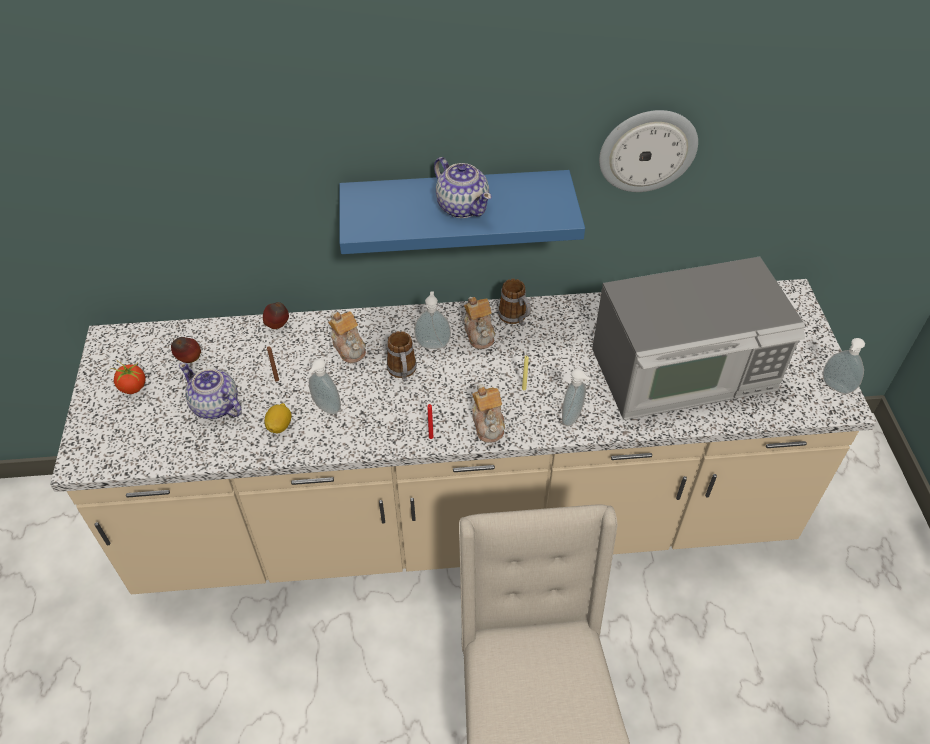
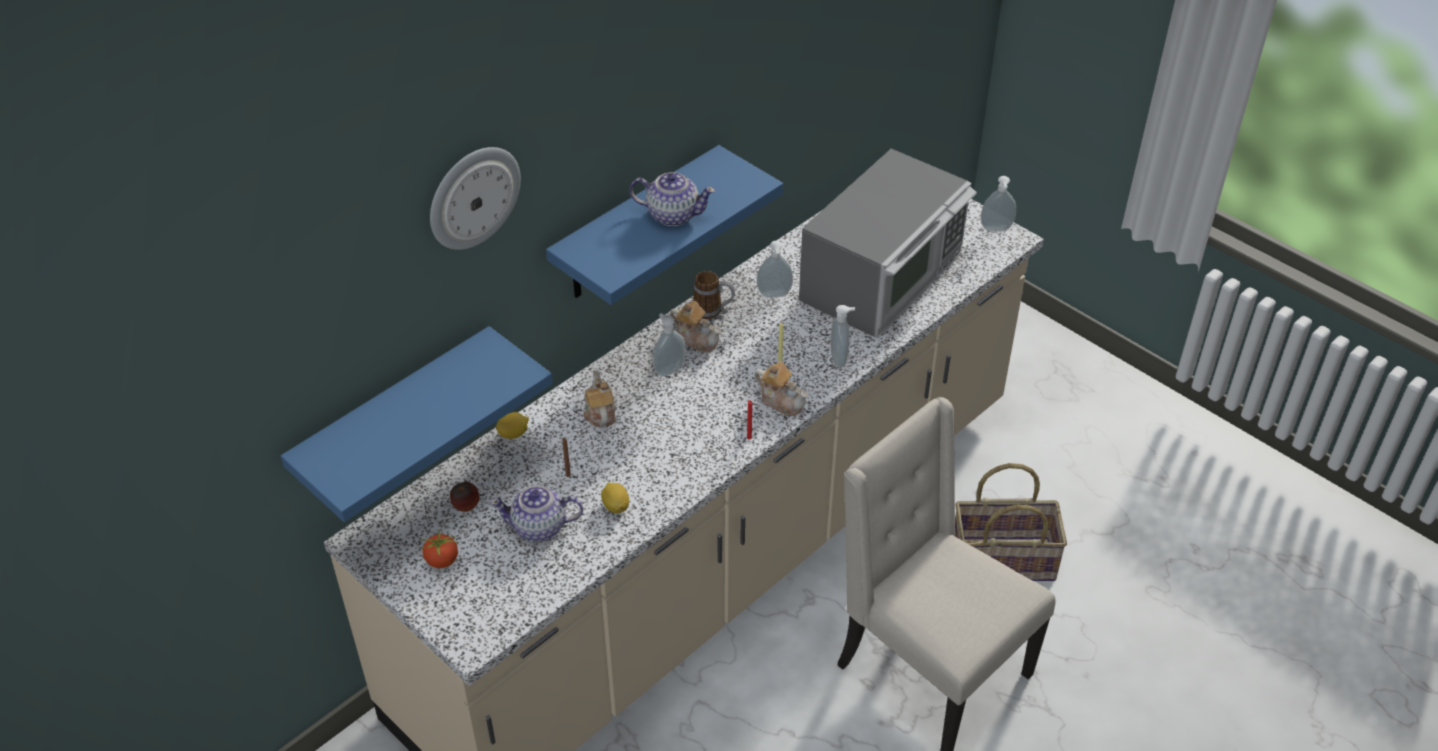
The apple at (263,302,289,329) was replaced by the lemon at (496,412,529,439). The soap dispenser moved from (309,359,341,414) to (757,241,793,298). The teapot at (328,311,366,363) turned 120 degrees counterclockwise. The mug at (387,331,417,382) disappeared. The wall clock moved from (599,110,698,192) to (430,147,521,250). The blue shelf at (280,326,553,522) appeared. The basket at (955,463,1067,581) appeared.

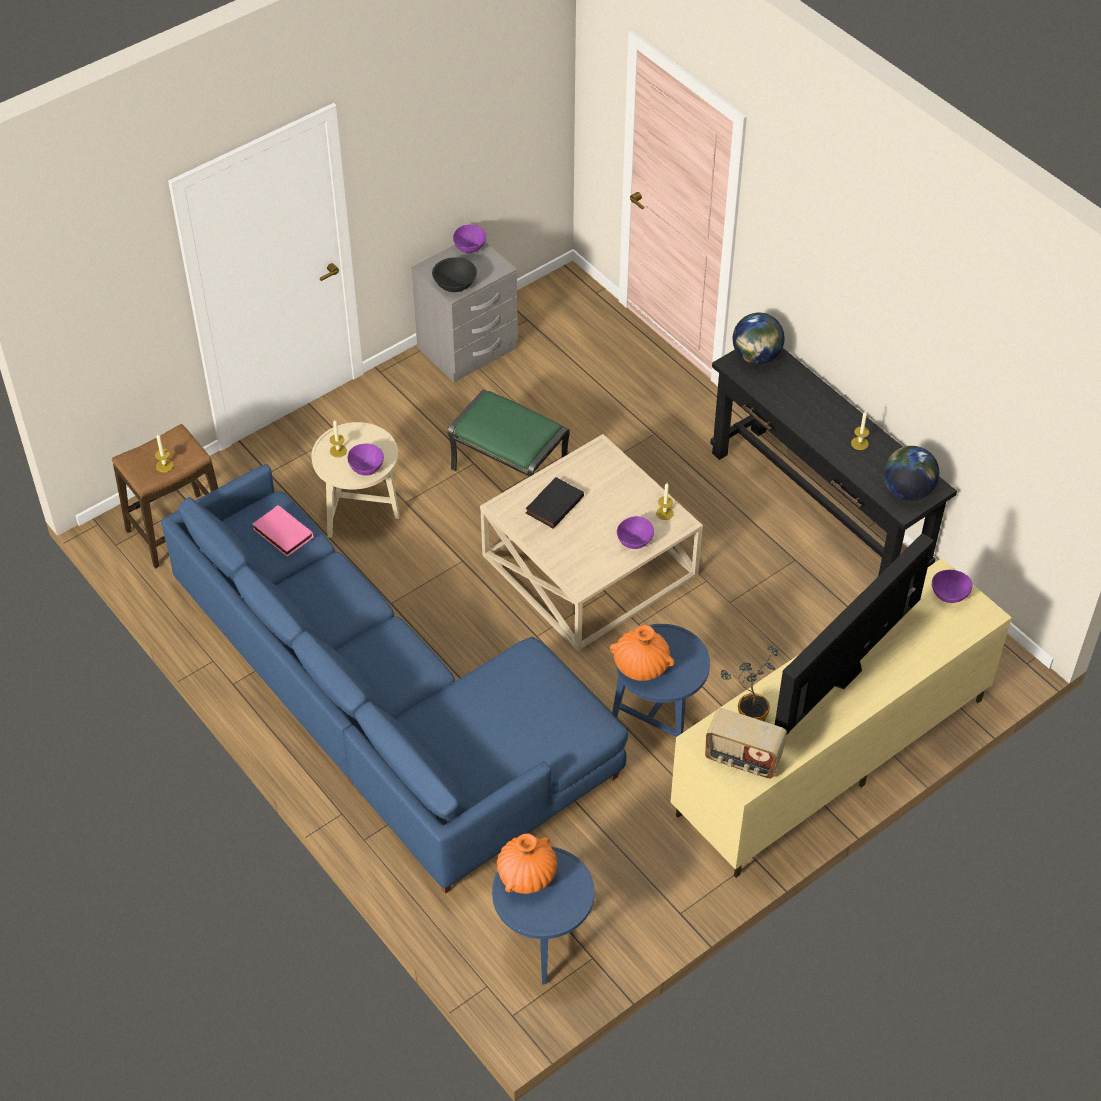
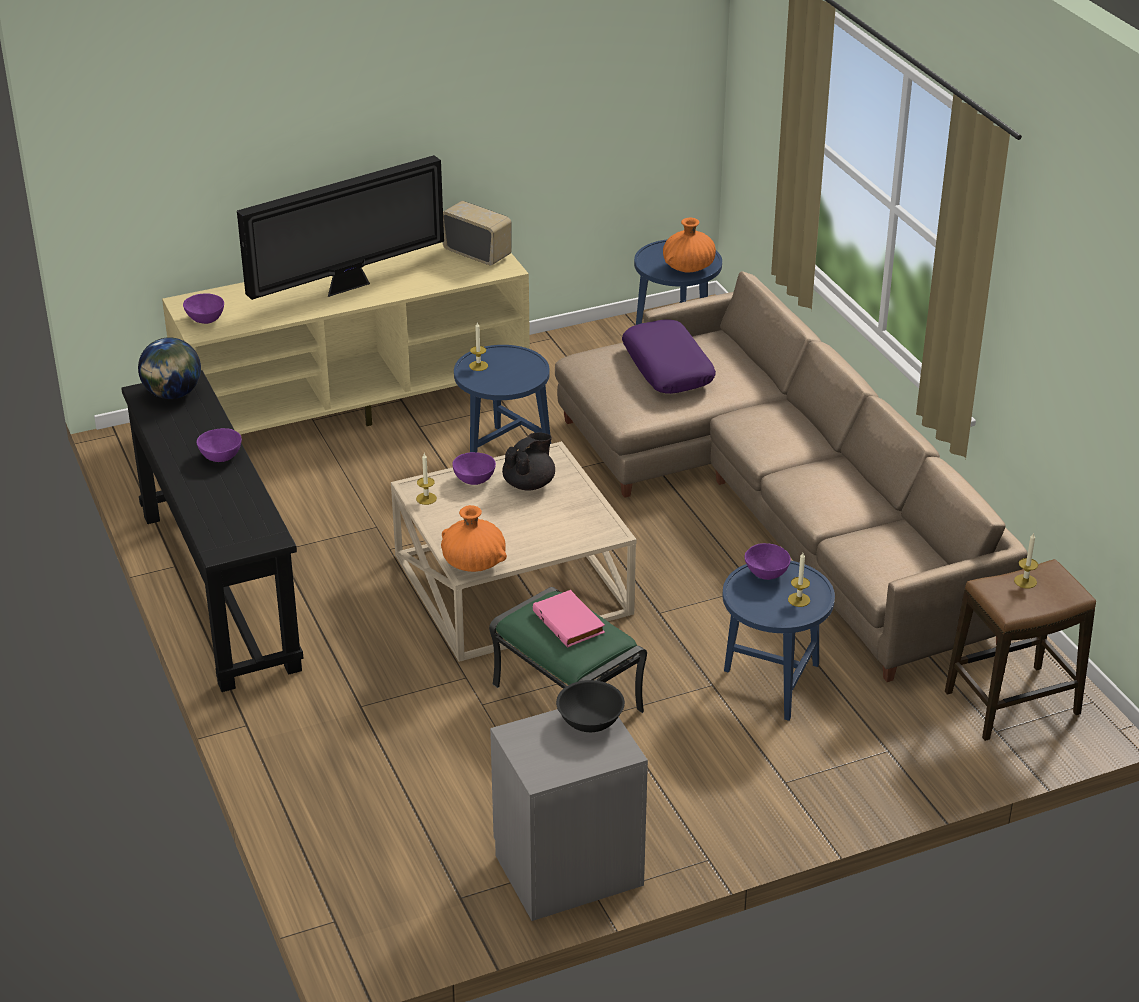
The blue sofa at (161,464,628,894) became the beige sofa at (555,271,1028,682). The pink book moved from (253,505,314,557) to (533,590,605,647). The beige side table at (311,422,400,538) became the blue side table at (723,561,835,721). The purple bowl moved from (453,224,486,253) to (197,428,242,462). The black book at (526,477,584,528) disappeared. The orange vase moved from (610,625,674,681) to (441,505,507,572). The potted plant at (721,646,778,722) disappeared. The globe at (733,313,785,365) disappeared. The candle moved from (851,411,869,450) to (469,322,488,371). The black teapot at (502,433,555,491) appeared. The purple pillow at (622,319,716,394) appeared.

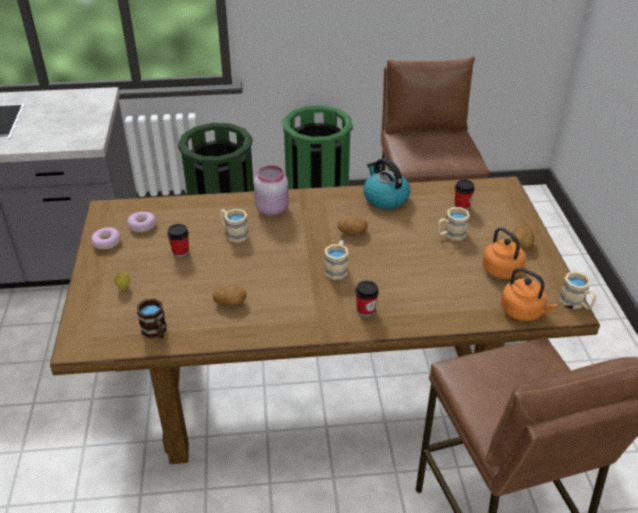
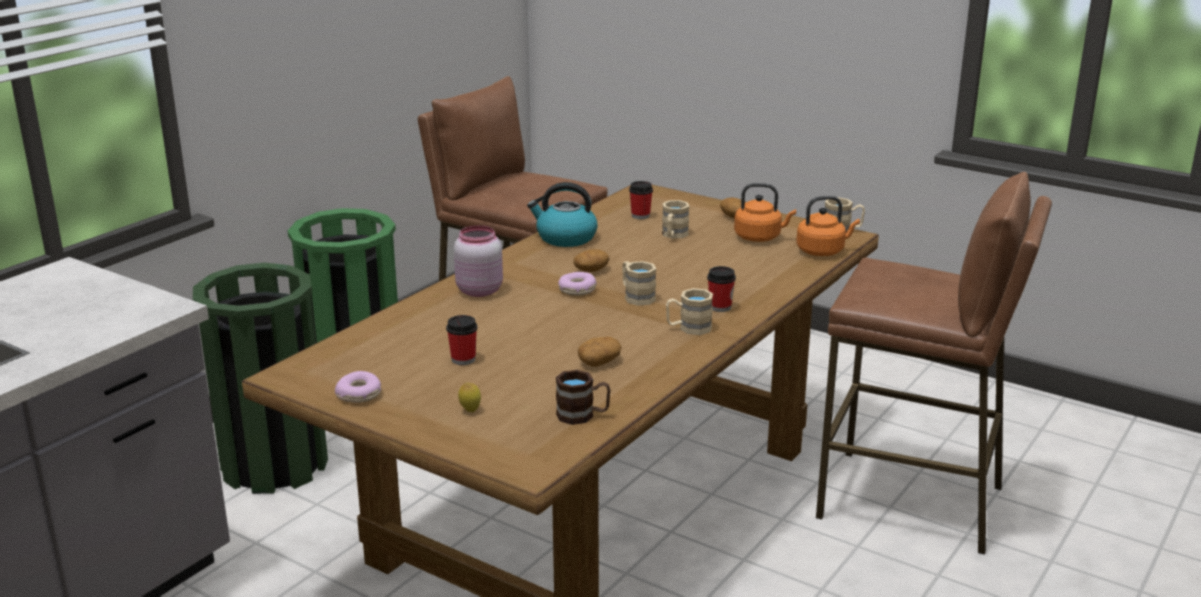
The donut moved from (127,212,156,232) to (558,272,597,296). The beige mug moved from (220,209,249,243) to (666,288,713,335).

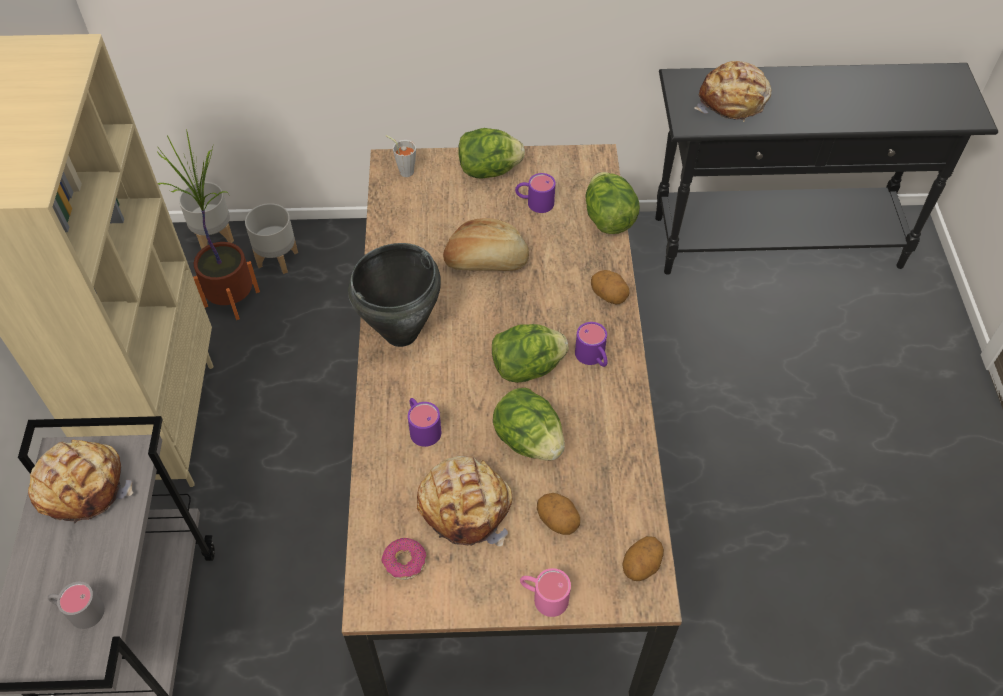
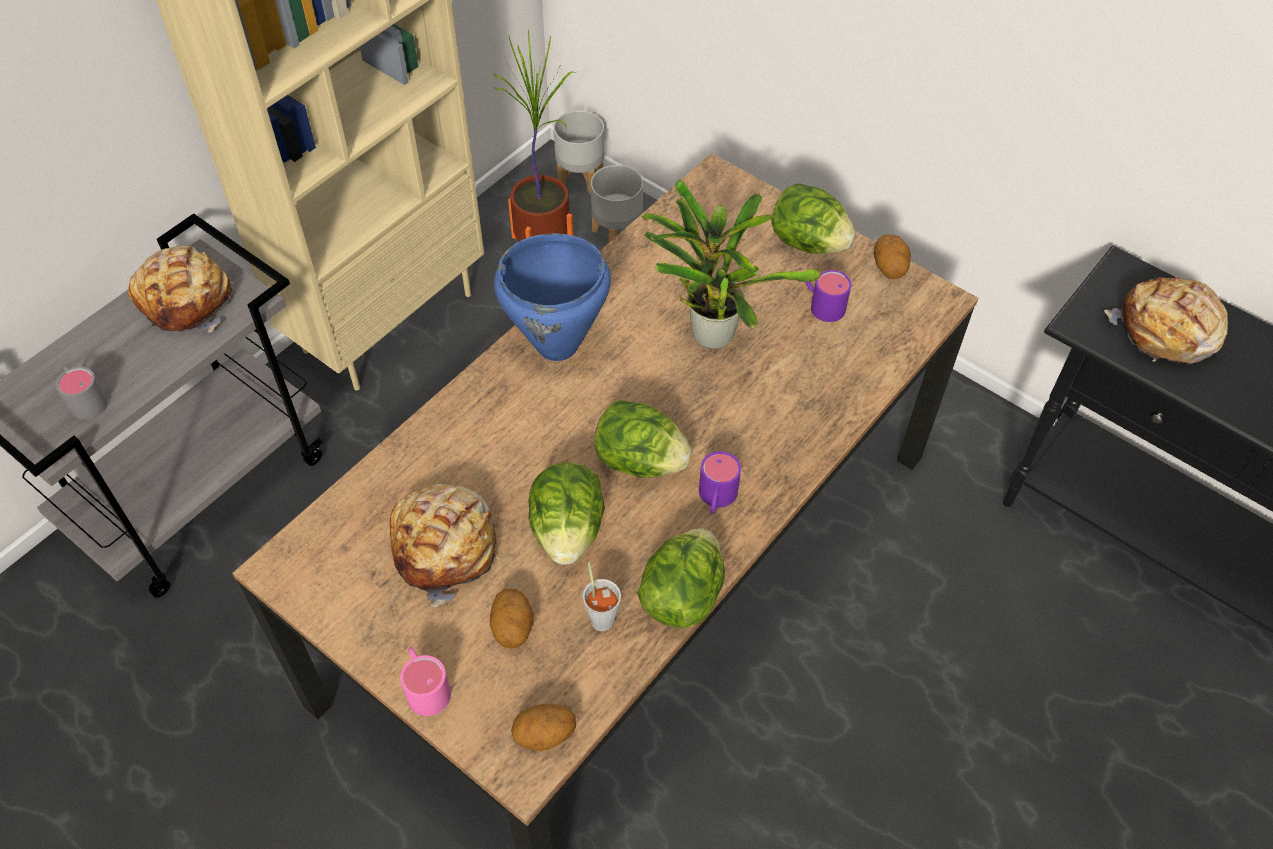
The black cooking pot at (348,243,441,347) became the blue cooking pot at (494,233,611,361). The donut at (381,538,427,580) disappeared. The grey cup moved from (386,135,416,177) to (582,562,621,631). The purple mug at (408,398,441,447) disappeared. The bread at (443,218,529,271) was replaced by the potted plant at (642,180,821,349). The lettuce moved from (585,172,640,234) to (637,528,725,629). The potato moved from (591,270,629,304) to (874,235,911,279).

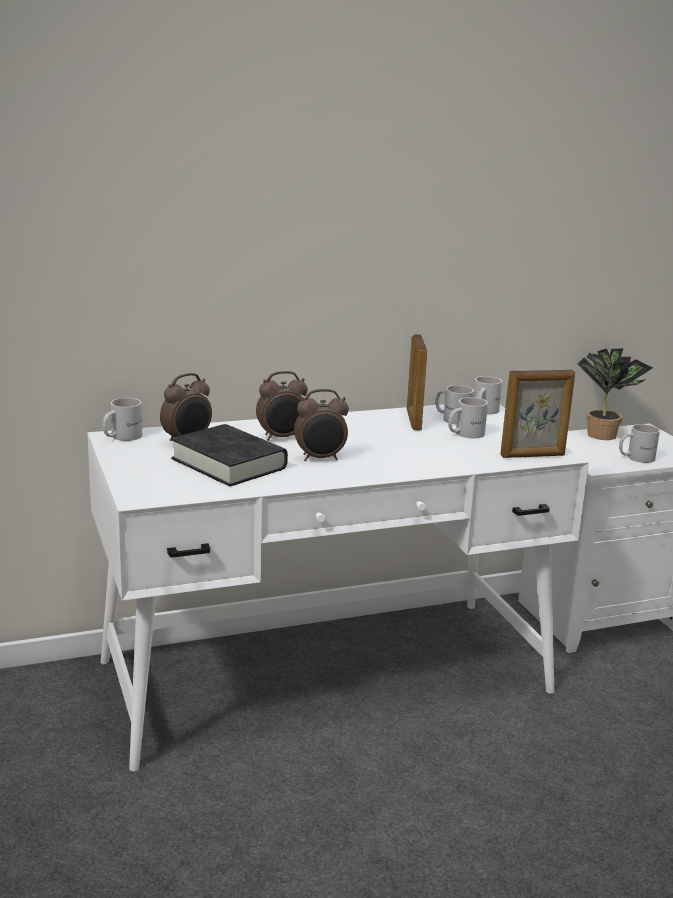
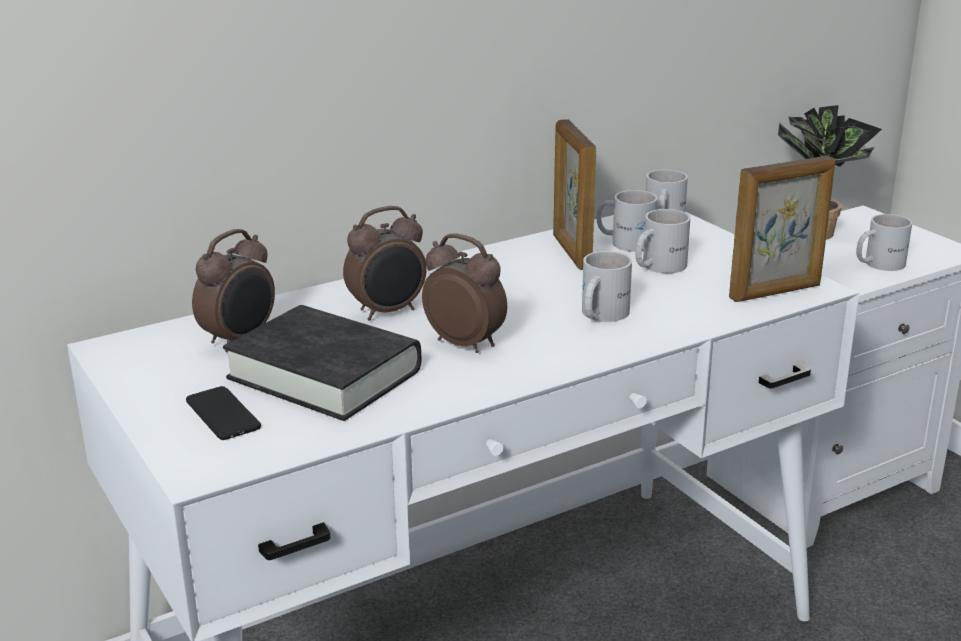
The white mug moved from (103,398,142,441) to (582,251,632,322). The alarm clock at (294,389,349,461) turned 120 degrees counterclockwise. The phone at (186,386,261,440) appeared.

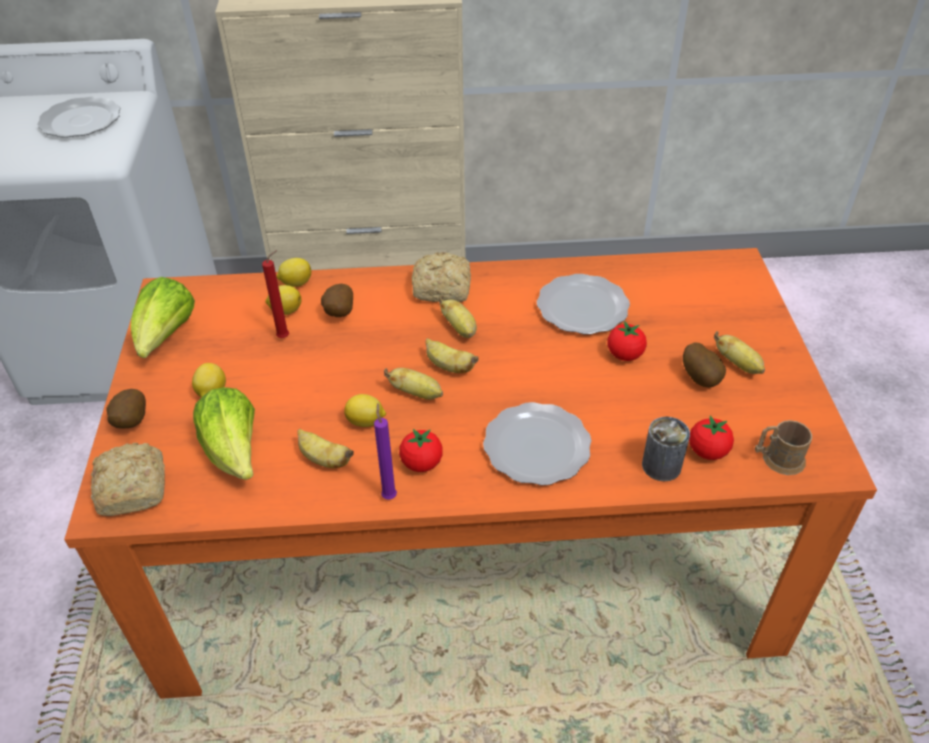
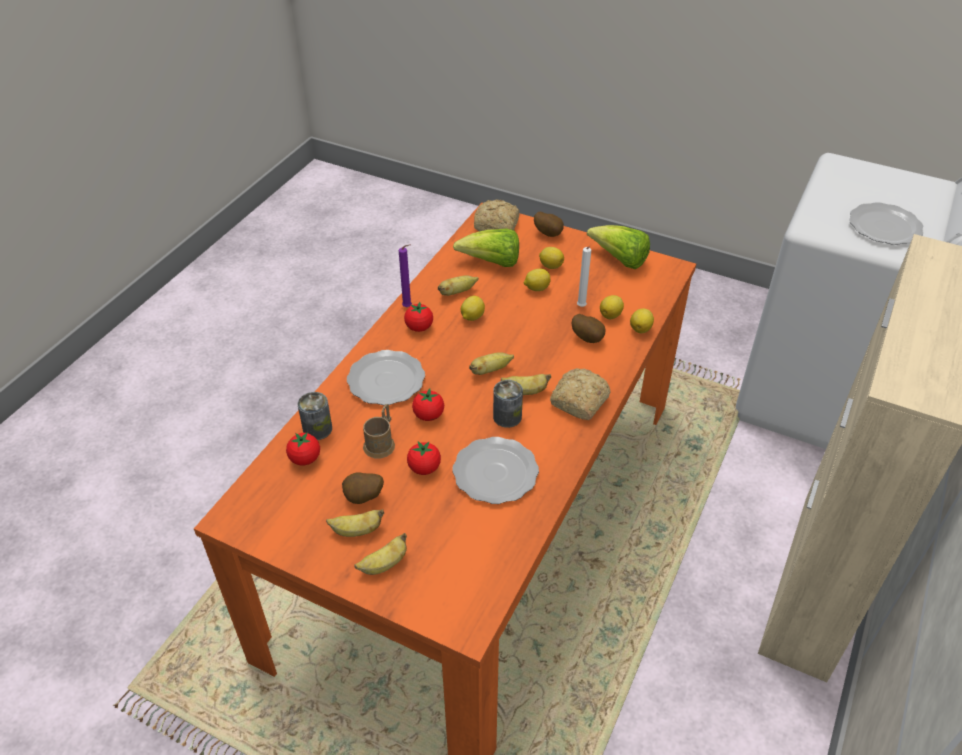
The red candle at (262,250,289,338) became the white candle at (577,247,591,307). The banana moved from (384,368,443,400) to (354,533,407,575). The brown mug moved from (755,420,812,475) to (363,404,395,458). The tomato at (412,388,444,421) appeared. The can at (493,380,523,428) appeared. The lemon at (524,269,550,291) appeared.

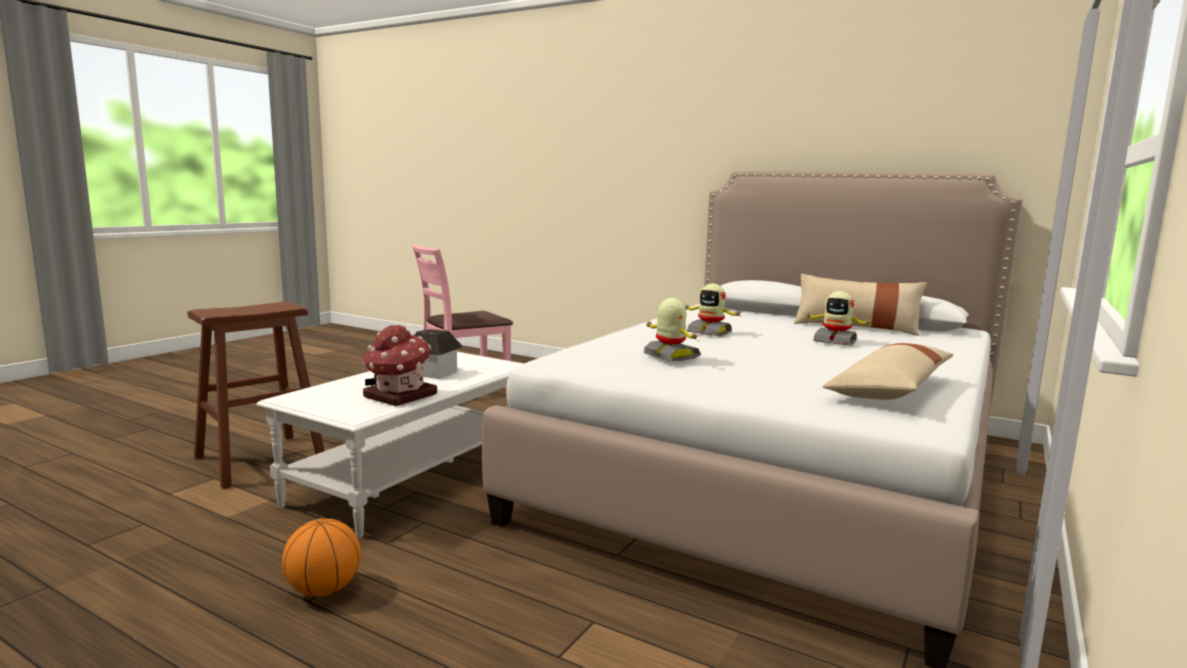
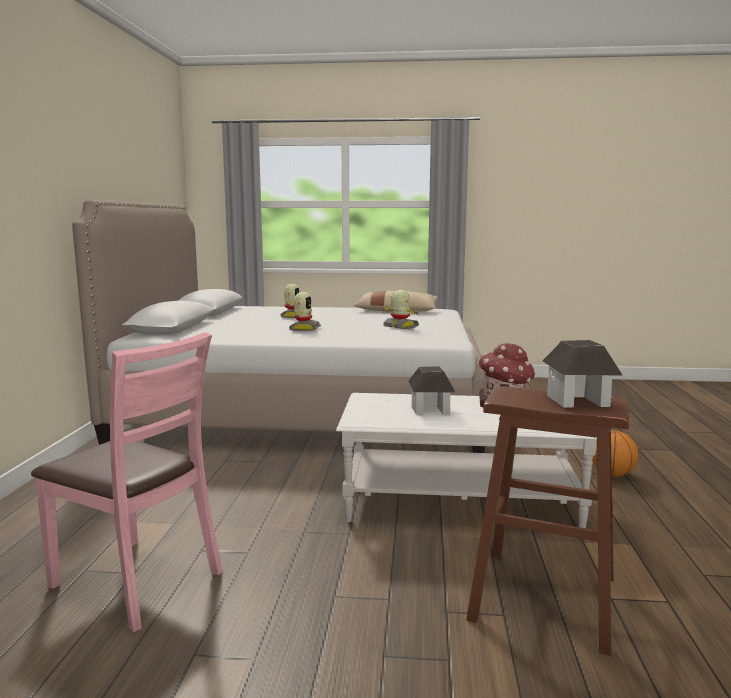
The toy robot at (644,298,701,361) turned 105 degrees clockwise. The beige pillow at (794,274,927,336) disappeared. The toy house at (543,340,623,408) appeared.

